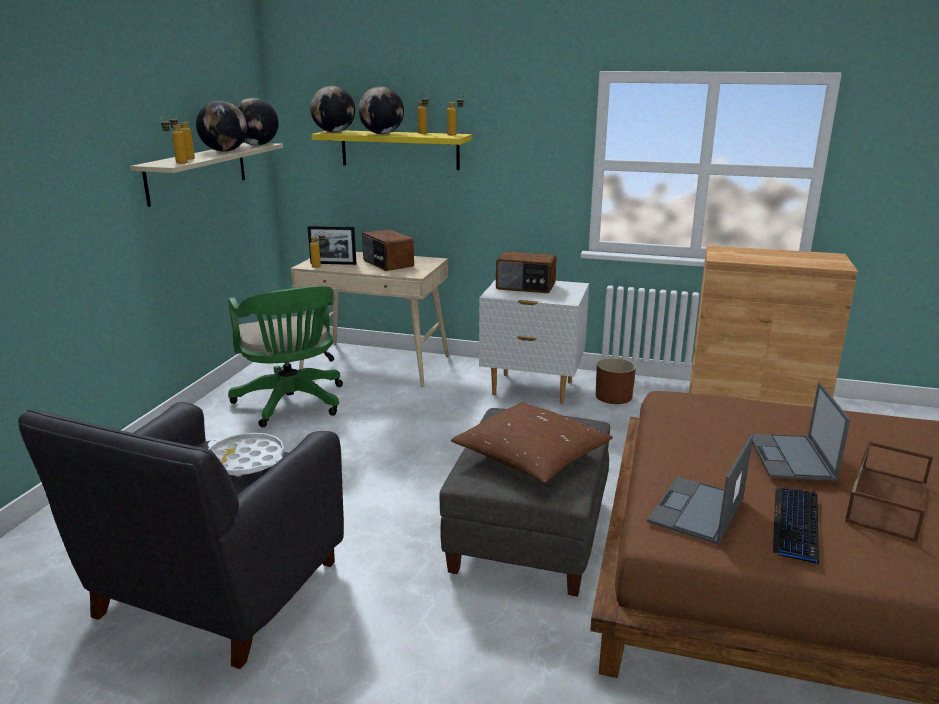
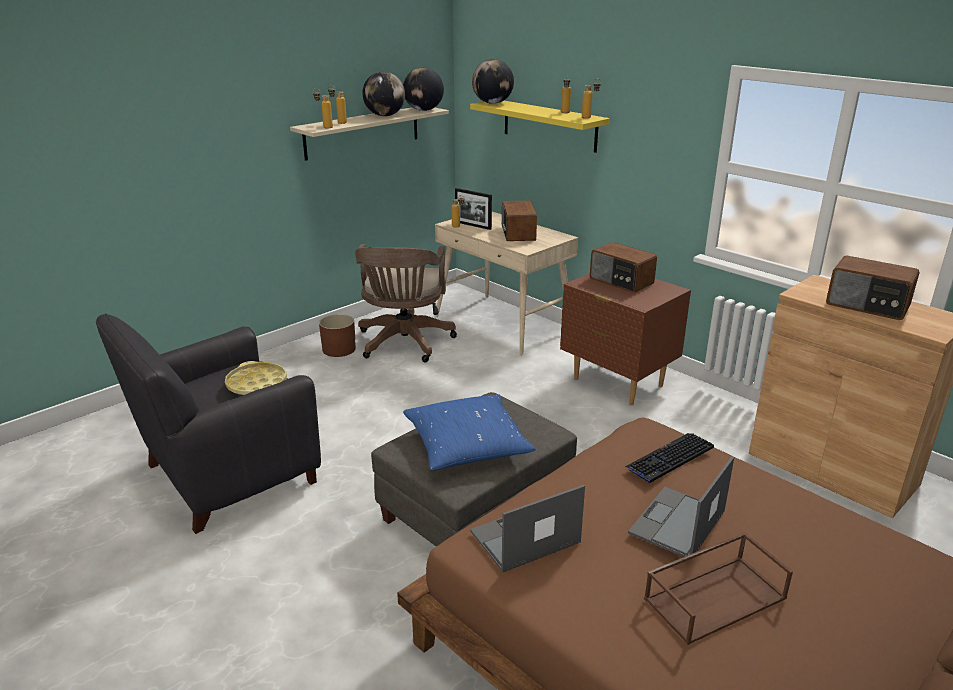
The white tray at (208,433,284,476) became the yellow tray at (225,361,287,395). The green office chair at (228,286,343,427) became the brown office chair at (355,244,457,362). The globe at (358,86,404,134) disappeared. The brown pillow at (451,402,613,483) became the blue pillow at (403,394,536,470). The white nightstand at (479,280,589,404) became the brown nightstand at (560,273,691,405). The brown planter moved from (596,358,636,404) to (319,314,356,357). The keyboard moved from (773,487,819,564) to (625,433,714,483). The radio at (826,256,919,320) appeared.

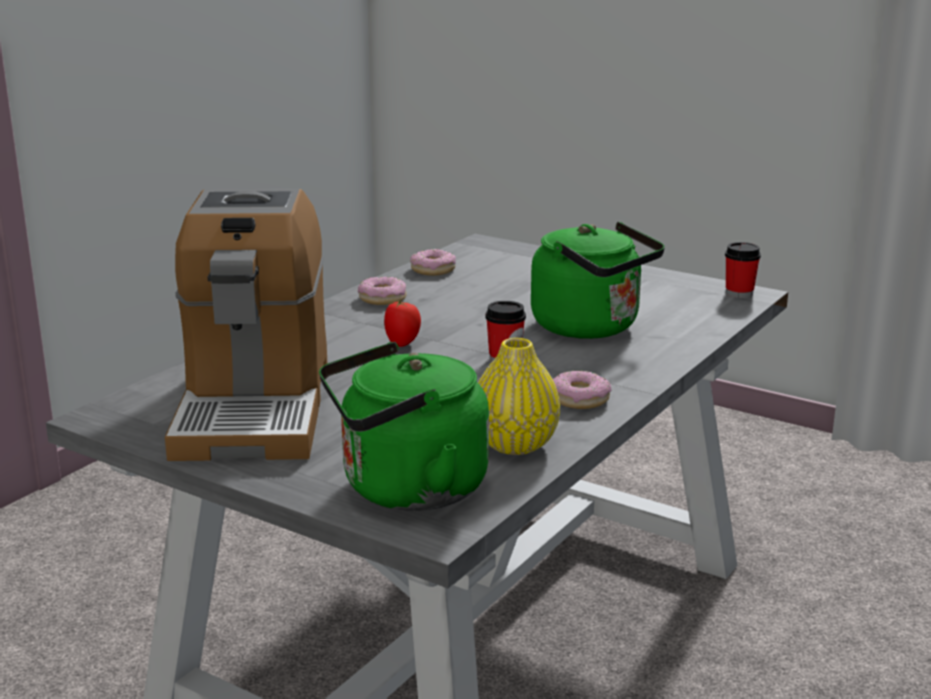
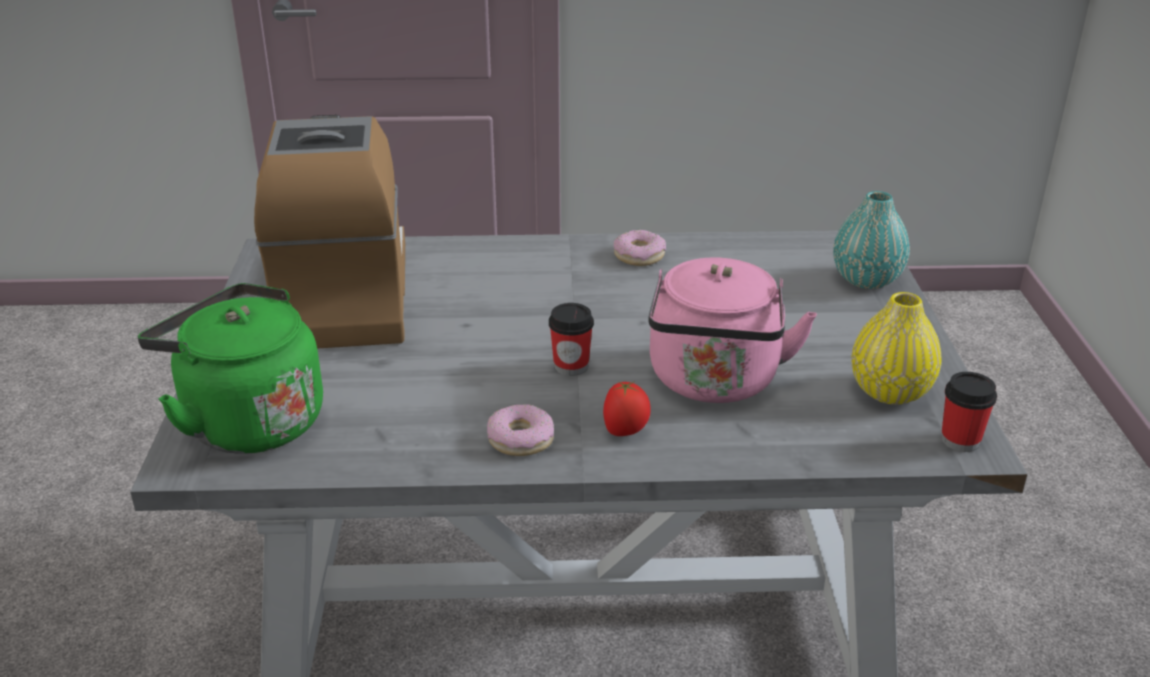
The coffee machine at (165,189,328,461) turned 120 degrees clockwise. The tomato moved from (384,301,421,347) to (603,381,651,436). The donut at (410,249,456,276) disappeared. The yellow vase moved from (478,338,560,455) to (851,292,942,405). The green kettle at (531,222,665,339) became the pink kettle at (648,257,817,403). The turquoise vase at (833,191,910,289) appeared.

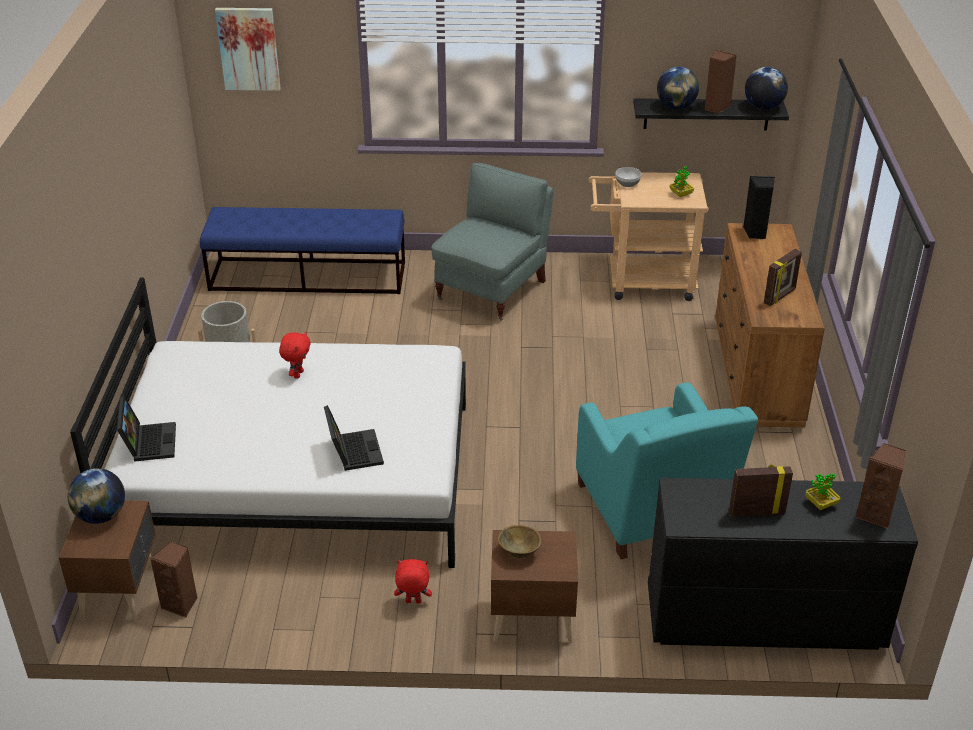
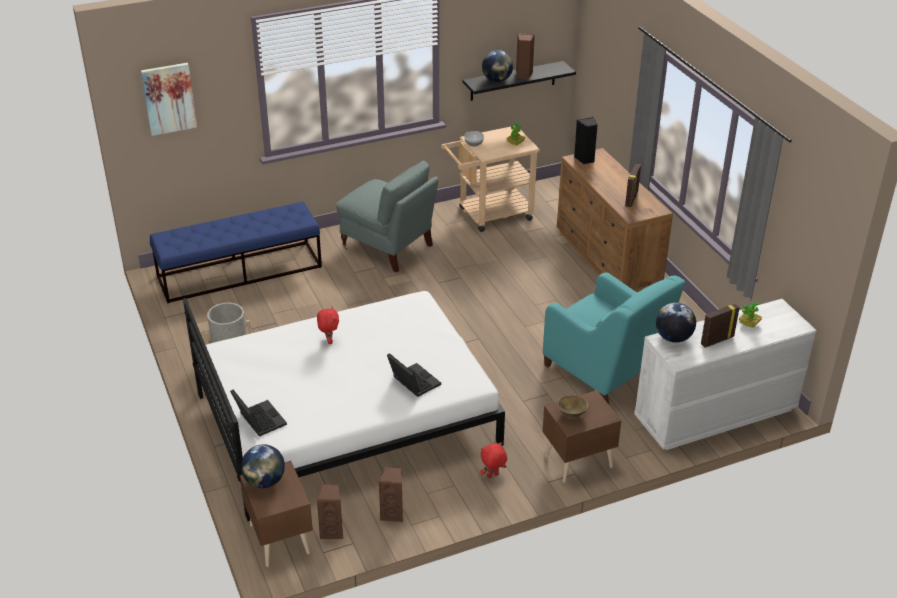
The grey armchair at (431,163,553,321) turned 120 degrees clockwise. The black dresser at (648,478,918,650) became the white dresser at (634,299,816,450). The globe moved from (745,67,788,110) to (656,303,696,343). The brown speaker moved from (856,443,906,529) to (379,467,403,522).

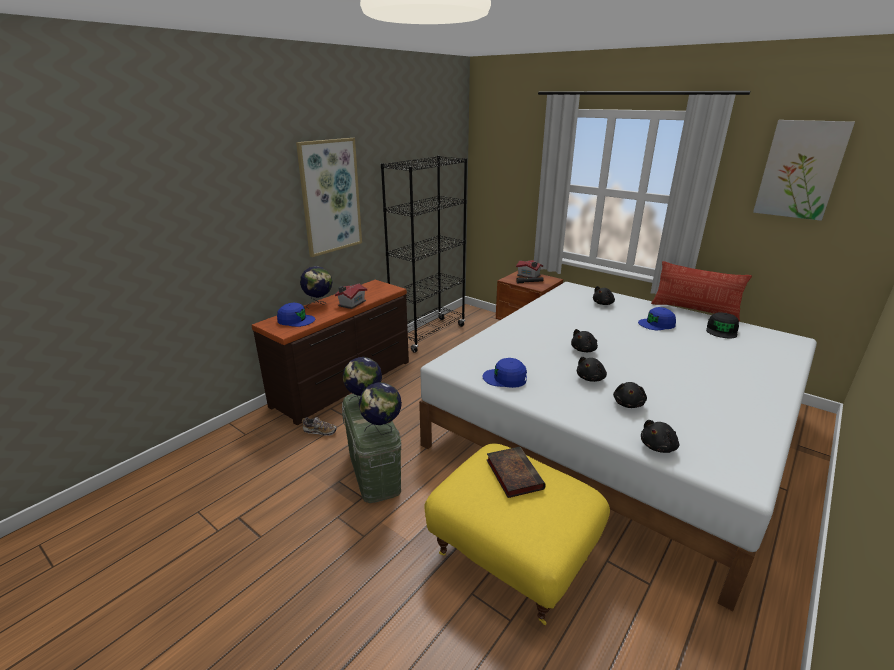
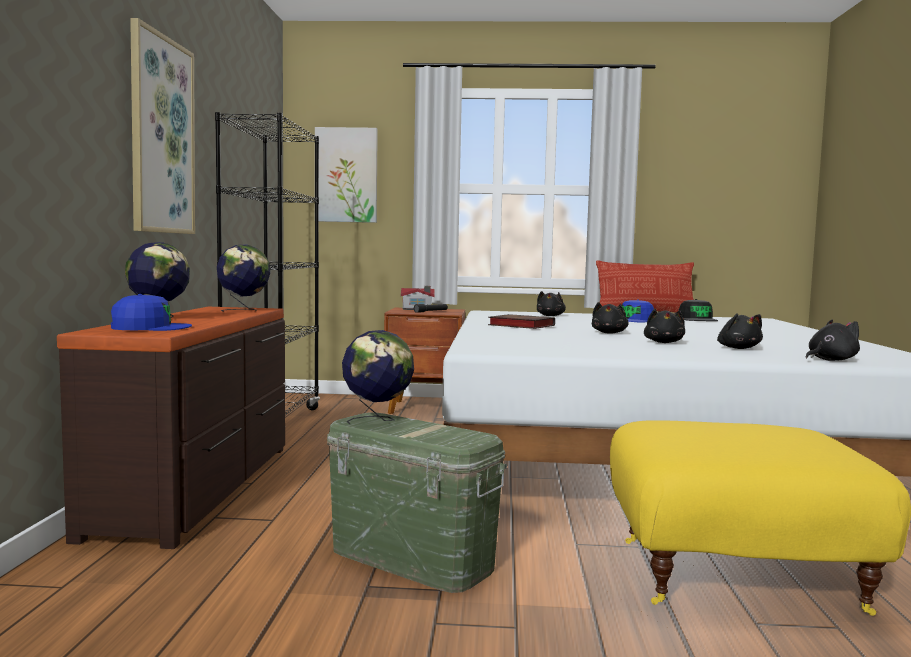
The shoe at (302,417,337,436) disappeared. The toy house at (335,284,367,309) disappeared. The globe moved from (359,382,402,435) to (217,244,270,311). The blue cap at (483,358,527,388) disappeared. The book moved from (486,447,546,498) to (488,314,555,329). The black plush toy at (641,420,679,453) turned 135 degrees counterclockwise. The picture moved from (753,120,855,221) to (315,127,378,223).

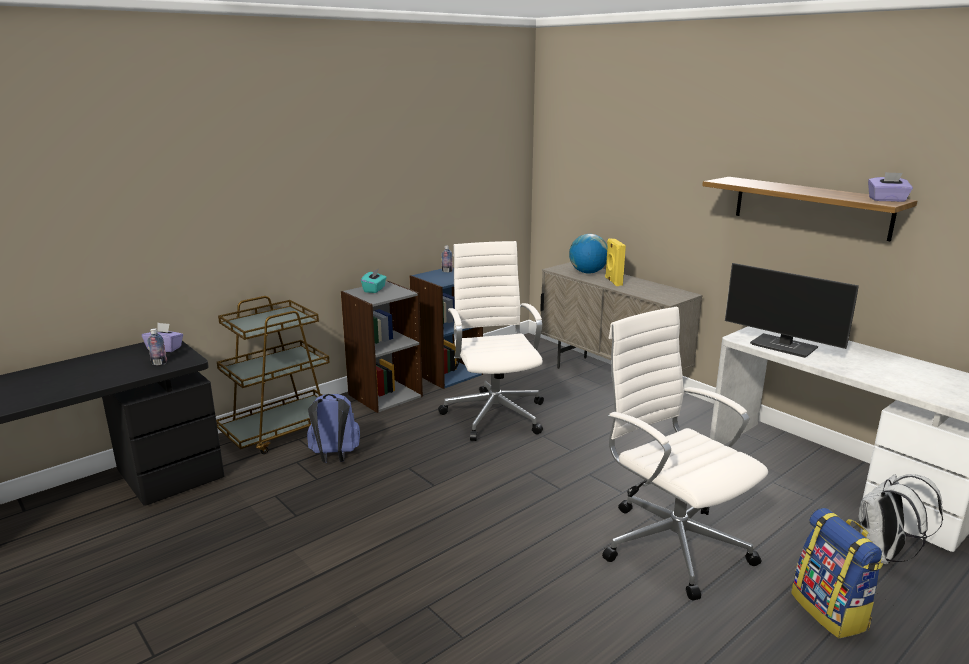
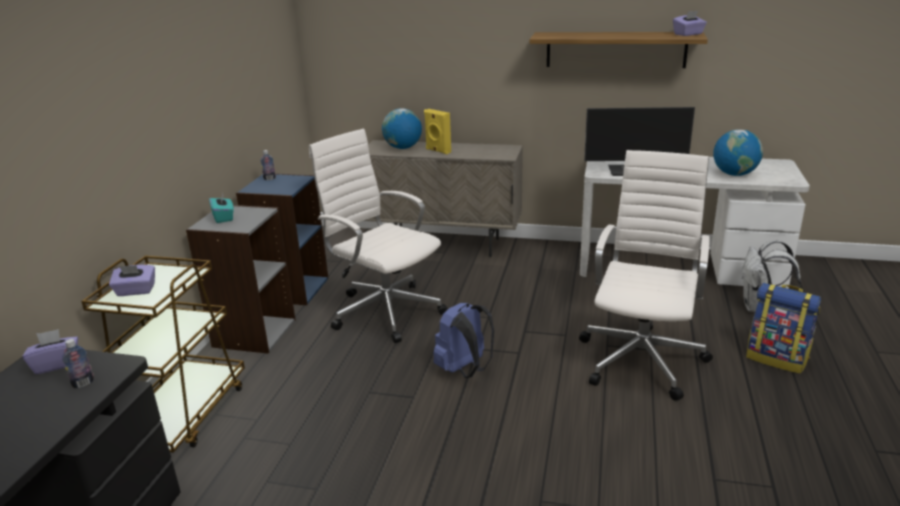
The blue backpack moved from (307,394,360,463) to (433,303,494,378). The white office chair at (602,307,768,600) turned 90 degrees clockwise. The purple tissue box at (109,265,155,296) appeared. The globe at (713,129,763,176) appeared.

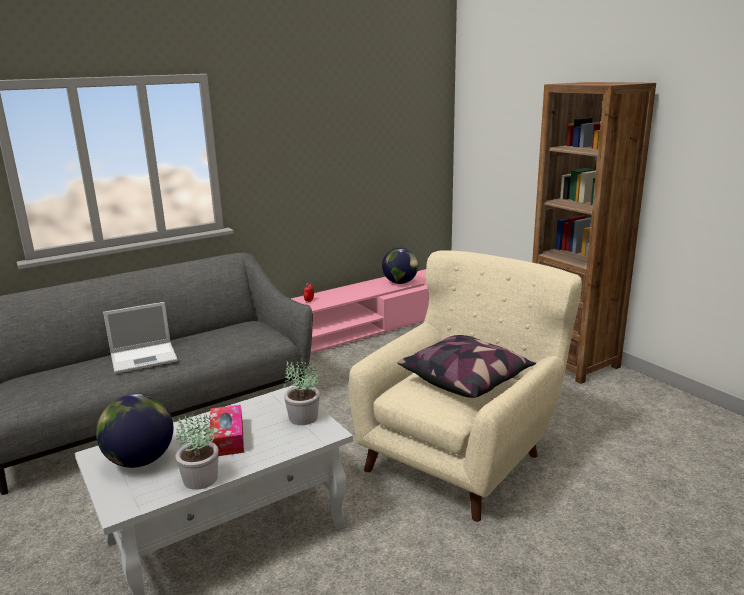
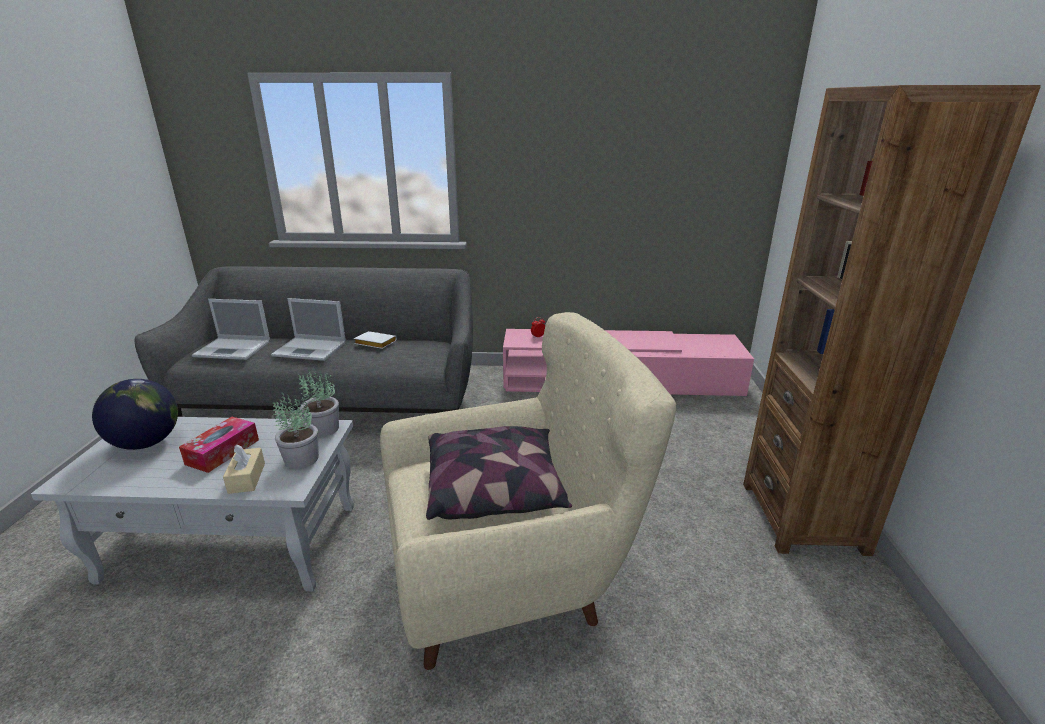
The potted plant moved from (175,414,218,490) to (298,369,339,437). The globe at (382,248,418,284) disappeared. The laptop at (192,299,270,360) appeared. The beige tissue box at (223,445,265,494) appeared. The white book at (354,331,396,349) appeared.

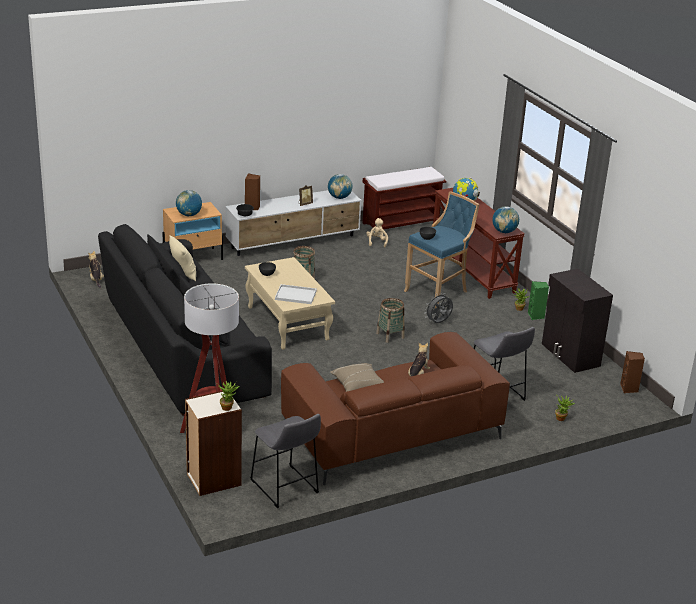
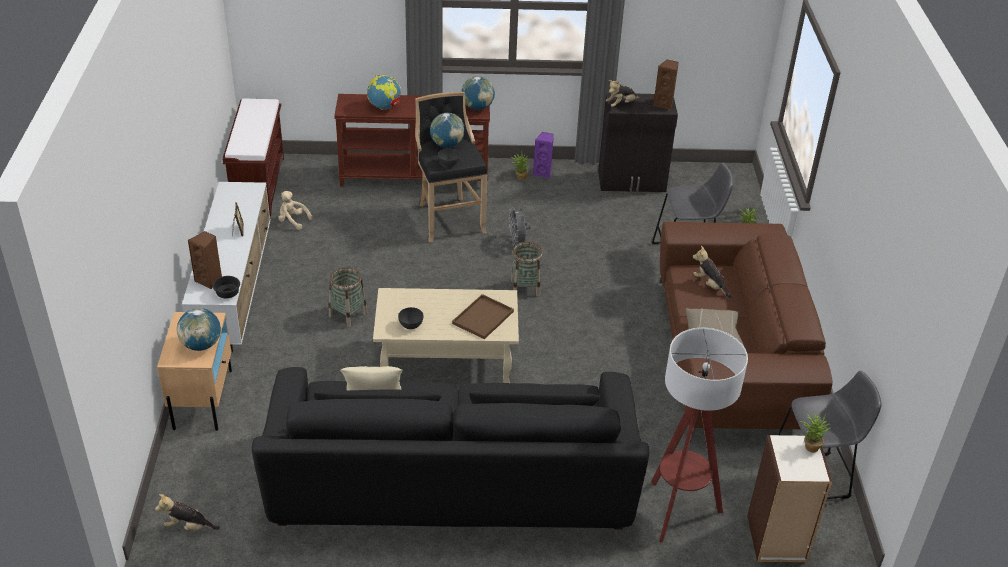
The white tray at (275,284,317,304) became the brown tray at (452,294,514,339). The globe moved from (328,174,352,199) to (430,113,465,148). The blue stool at (404,191,480,308) became the black stool at (415,92,488,242). The green speaker at (528,281,549,320) became the purple speaker at (533,132,554,178). The brown speaker moved from (620,351,645,393) to (653,59,679,110). The plush toy at (606,80,639,107) appeared.

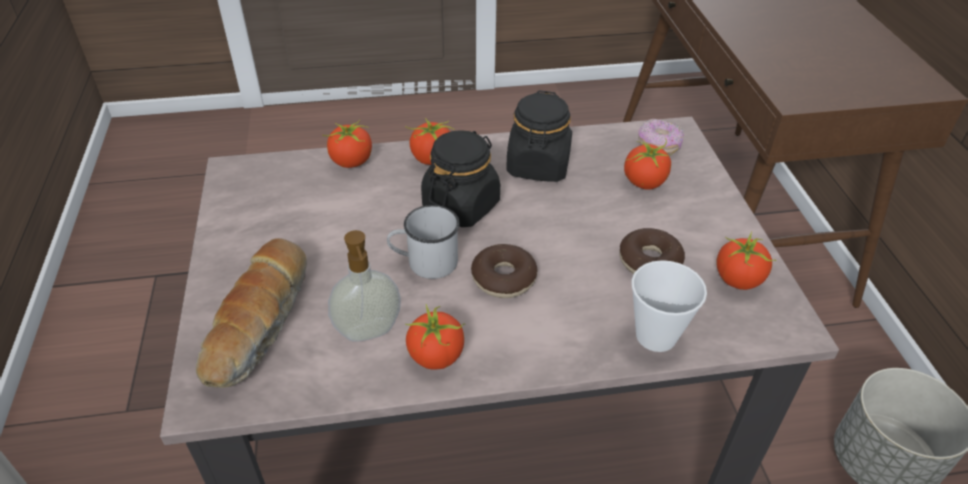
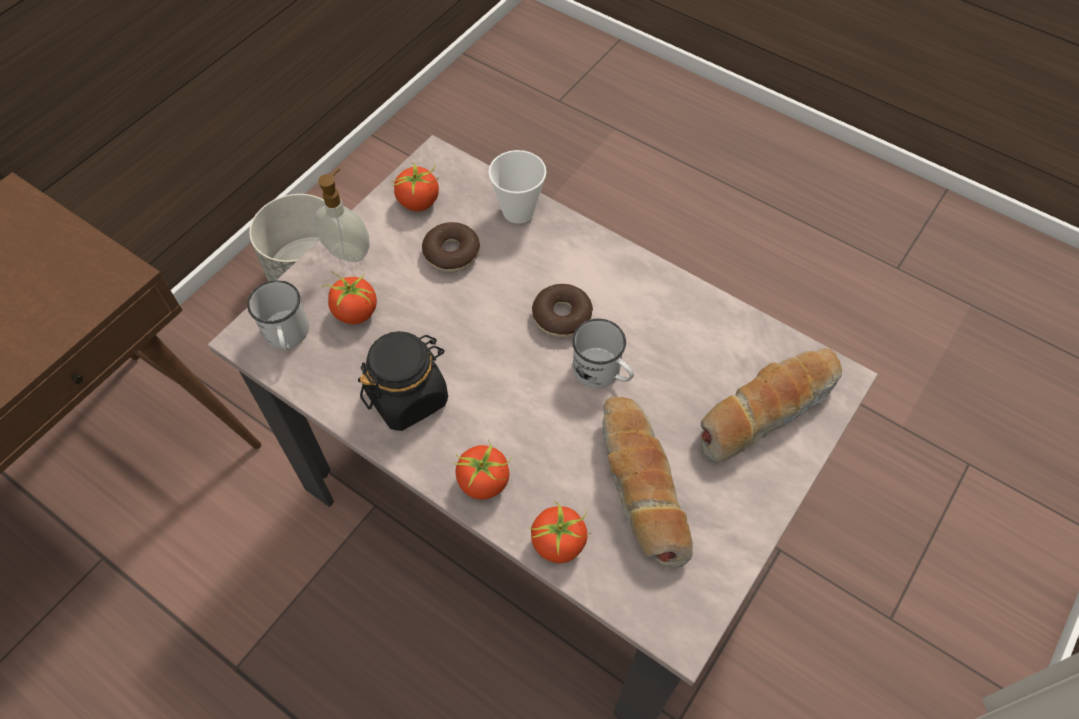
The soap dispenser moved from (328,230,401,342) to (313,169,370,262). The tomato at (405,304,465,369) disappeared. The black jar at (421,130,500,227) disappeared. The donut at (638,118,684,154) was replaced by the white mug at (247,280,309,351). The bread at (602,396,693,568) appeared.

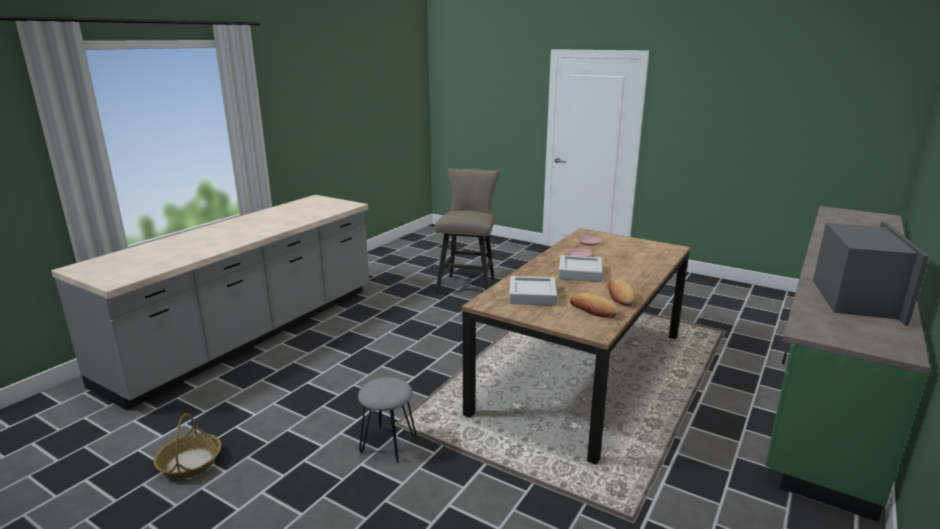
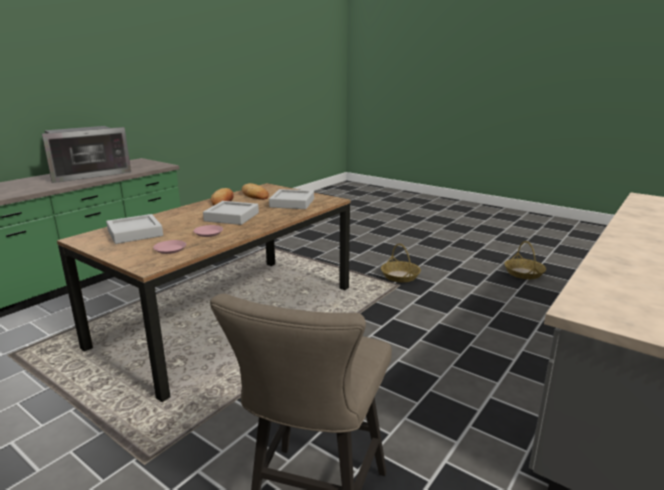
The grey stool at (358,377,416,463) was replaced by the basket at (381,244,421,282). The microwave at (813,221,929,326) turned 150 degrees counterclockwise. The grey tray at (106,214,163,244) appeared.

